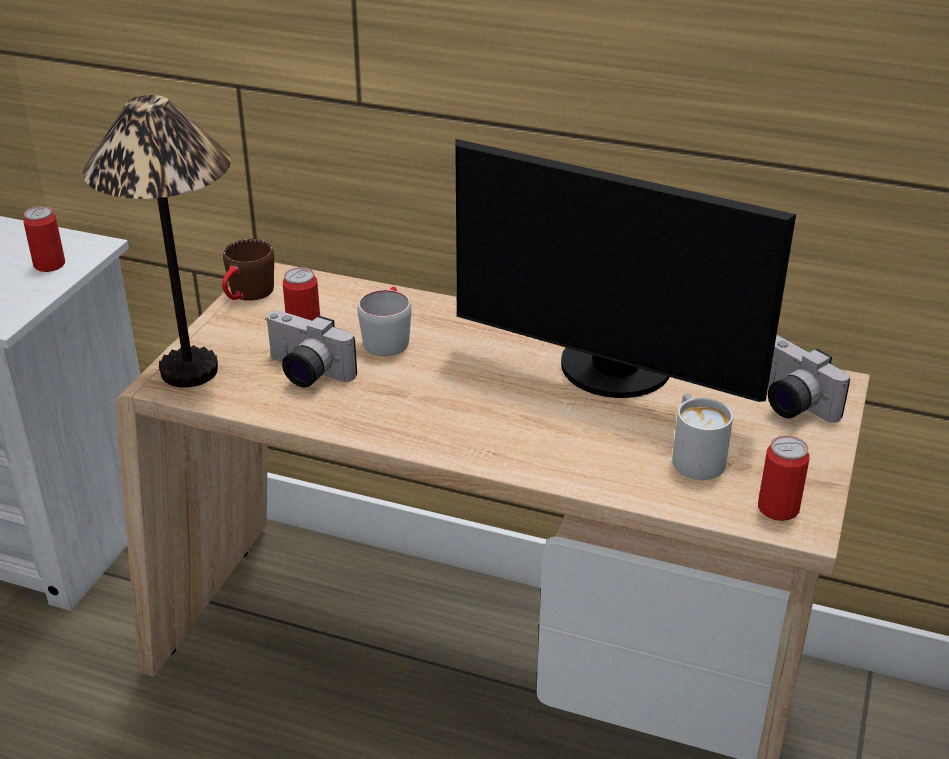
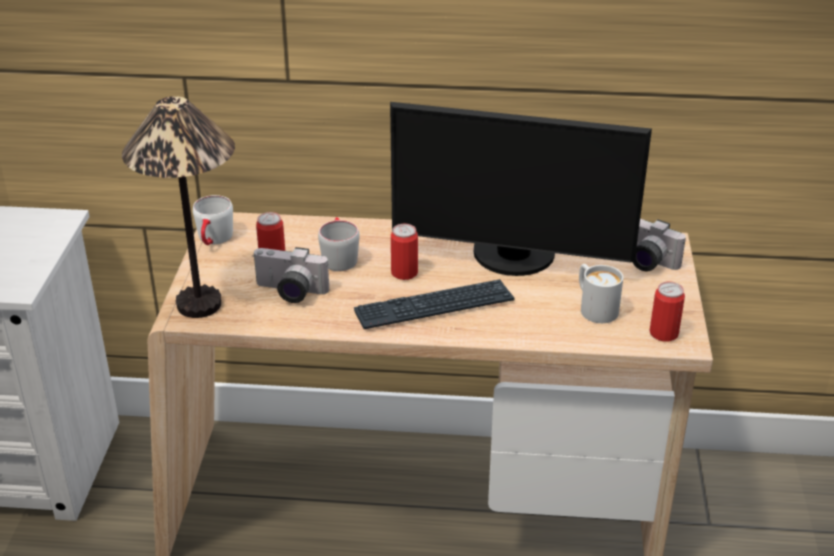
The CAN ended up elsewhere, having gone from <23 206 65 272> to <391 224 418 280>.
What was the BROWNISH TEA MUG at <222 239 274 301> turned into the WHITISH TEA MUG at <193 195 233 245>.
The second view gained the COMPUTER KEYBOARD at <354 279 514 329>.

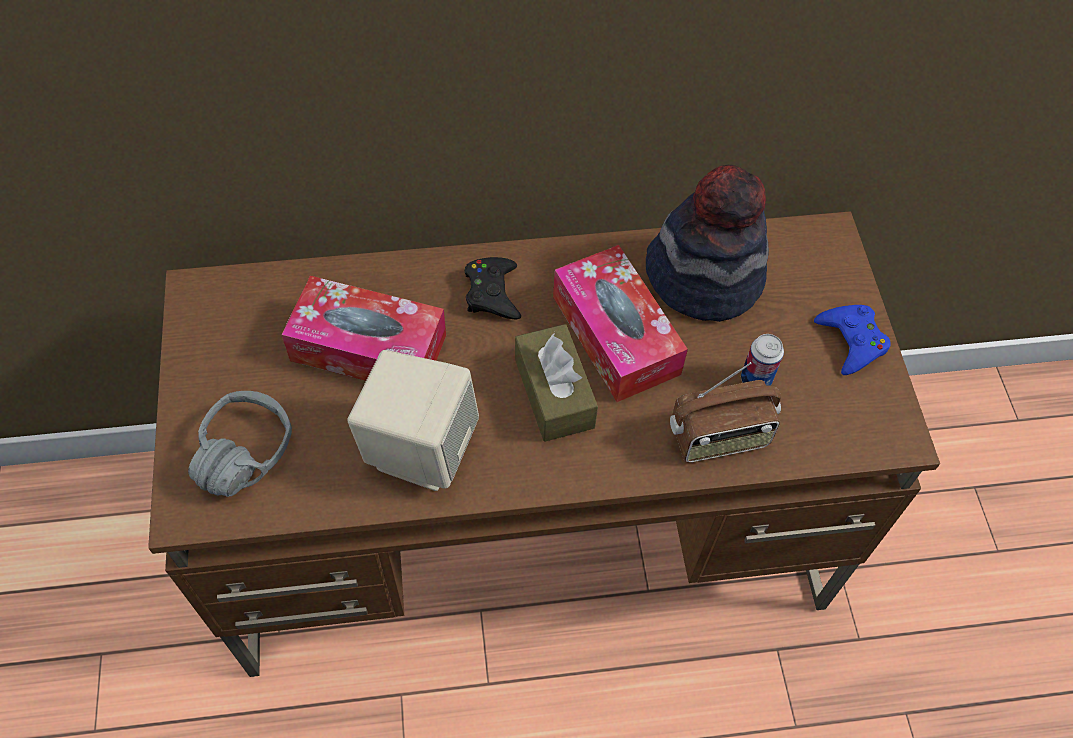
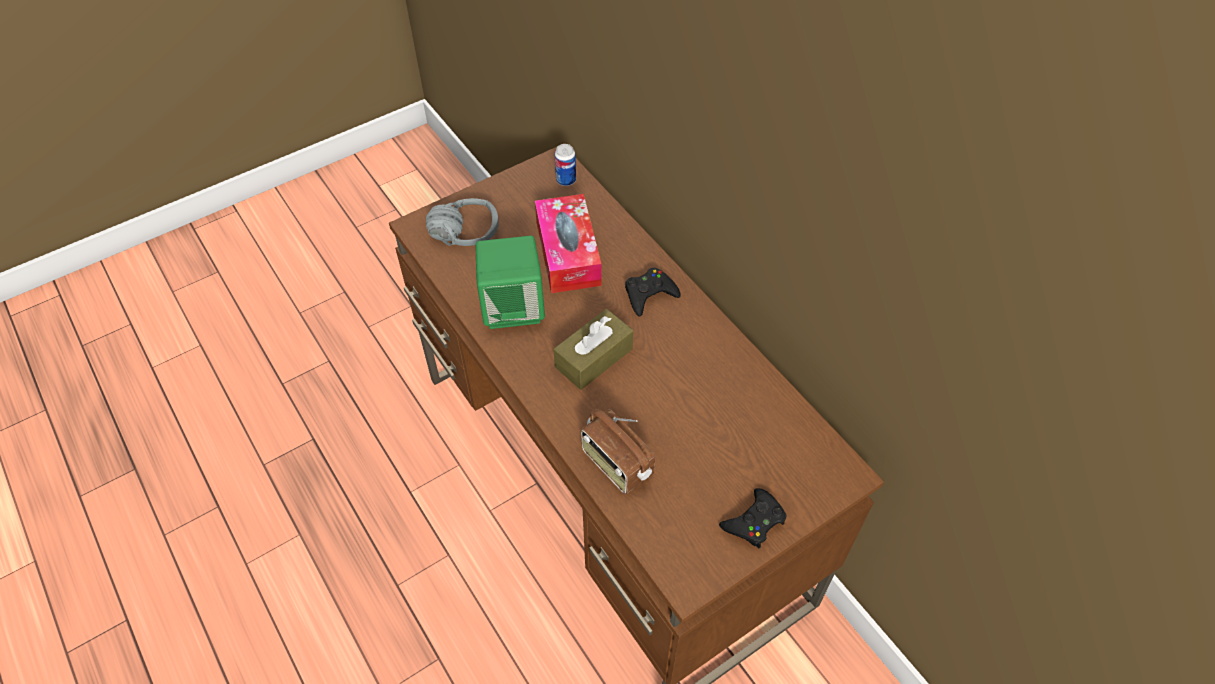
The second view lost the CLOTHING HAT at <646 165 769 322>.
The second view lost the BOX OF TISSUES at <553 245 688 402>.
What was the BLUE JOYPAD at <814 305 891 375> turned into the BLACKISH JOYPAD at <719 488 787 549>.
The CAN ended up elsewhere, having gone from <741 334 784 386> to <554 144 576 186>.
What was the BEIGE LOUDSPEAKER at <347 350 479 491> turned into the GREENISH LOUDSPEAKER at <475 236 545 329>.

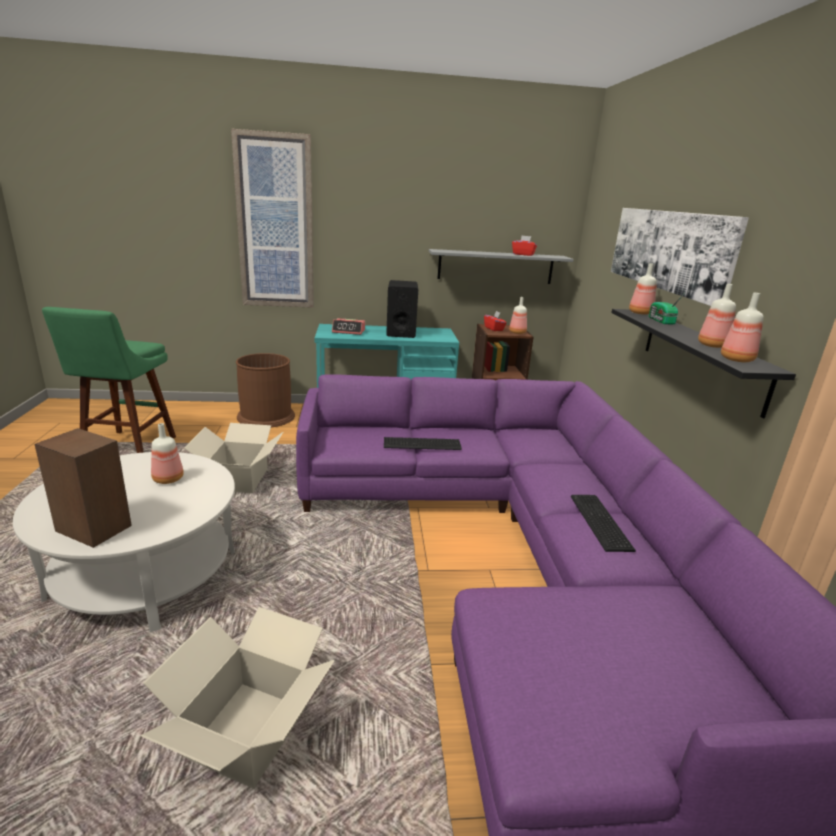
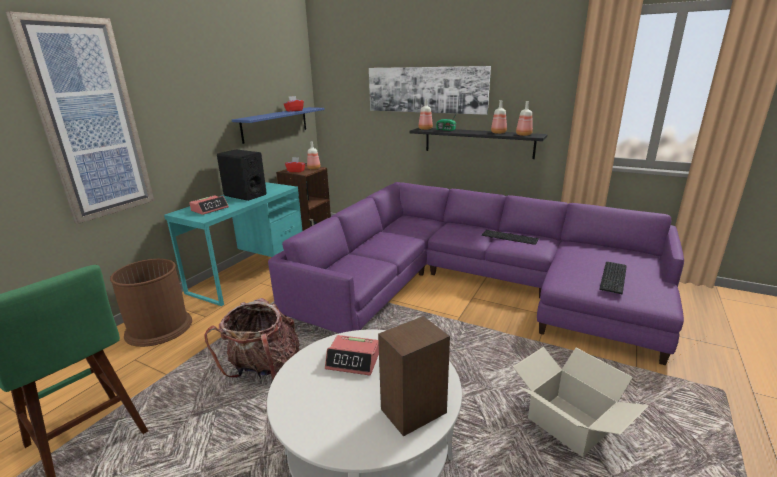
What was the GREYISH SHELF at <429 249 574 284> turned into the BLUE SHELF at <232 107 325 144>.
Where the DRINK BOTTLE stood at <151 423 184 484>, the BEDSIDE CLOCK came to stand at <325 335 379 375>.
Where the CARDBOARD BOX stood at <184 423 283 493>, the KNAPSACK came to stand at <204 298 300 379>.
The COMPUTER KEYBOARD ended up elsewhere, having gone from <384 437 462 450> to <599 262 627 294>.

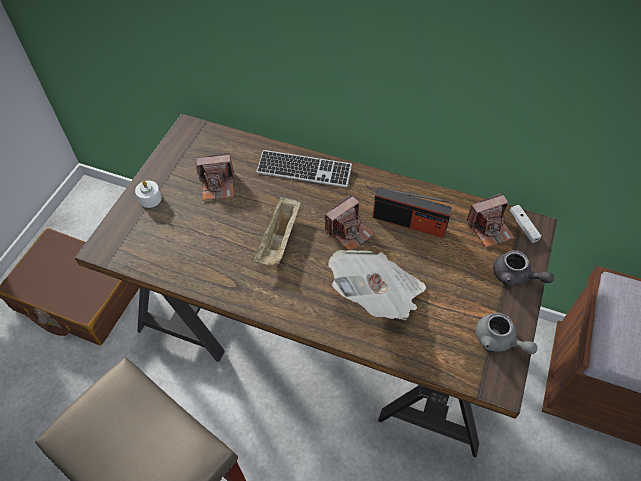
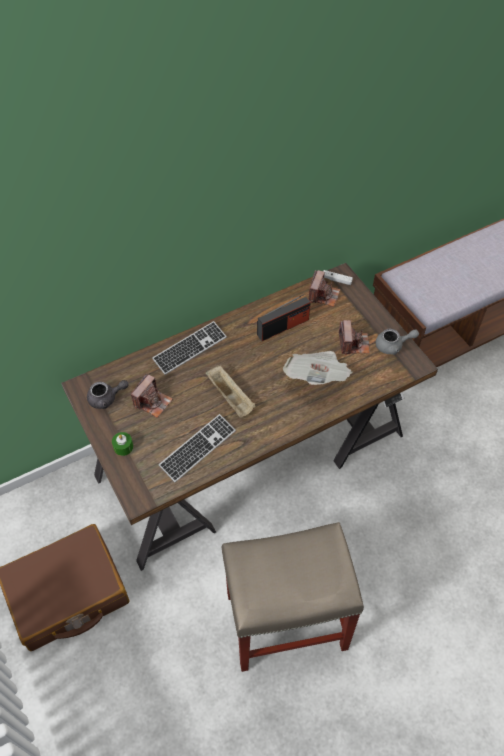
What was the WHITISH CANDLE at <135 181 162 208> turned into the GREENISH CANDLE at <112 432 133 456>.
The STILL CAMERA ended up elsewhere, having gone from <325 195 374 250> to <339 320 370 355>.
The GREYISH TEA POT ended up elsewhere, having gone from <493 250 554 286> to <87 380 129 409>.
The second view gained the COMPUTER KEYBOARD at <158 414 236 482>.

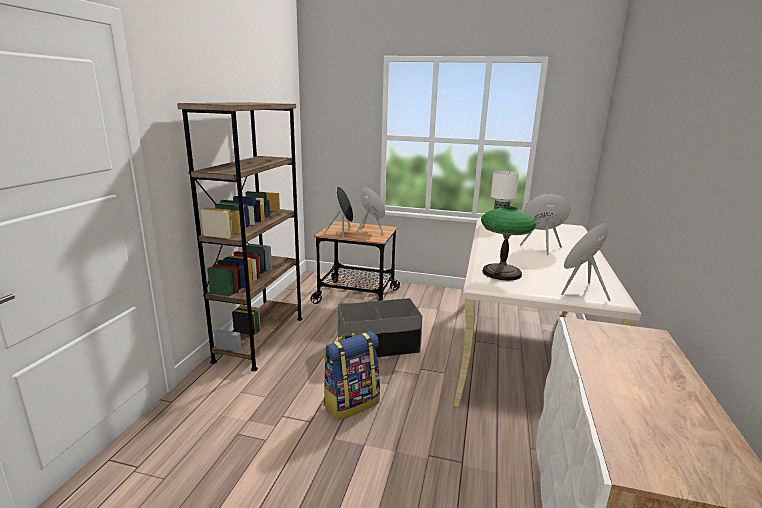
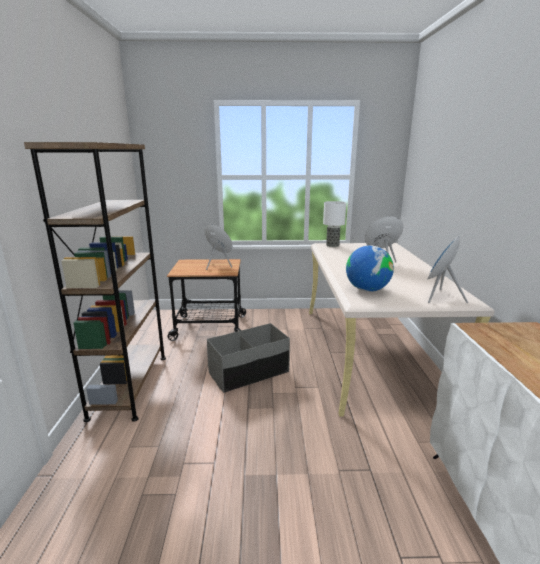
The second view lost the BLACKISH LOUDSPEAKER at <325 187 353 237>.
Where the LAMP FOR A TABLE stood at <481 206 537 280>, the GLOBE came to stand at <346 245 394 292>.
The second view lost the KNAPSACK at <324 331 380 420>.

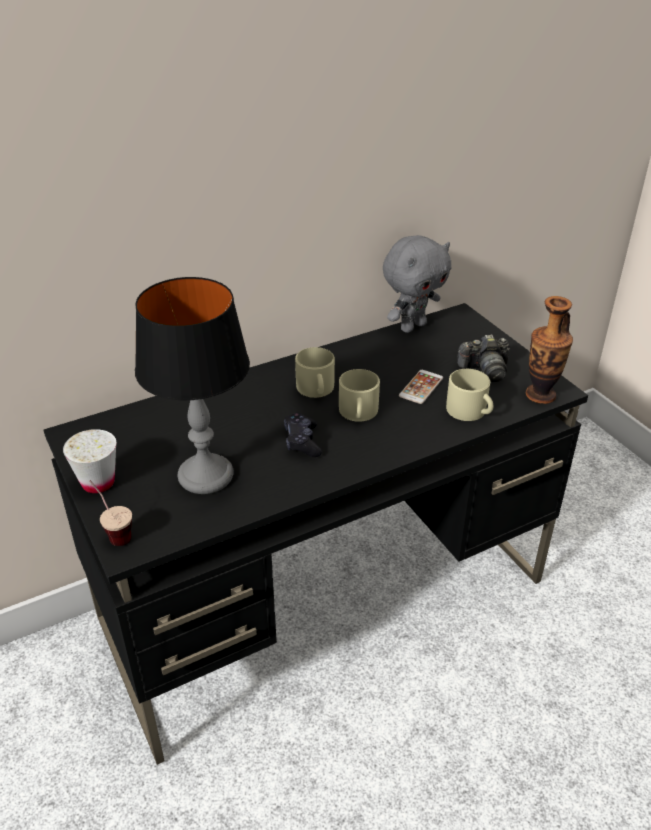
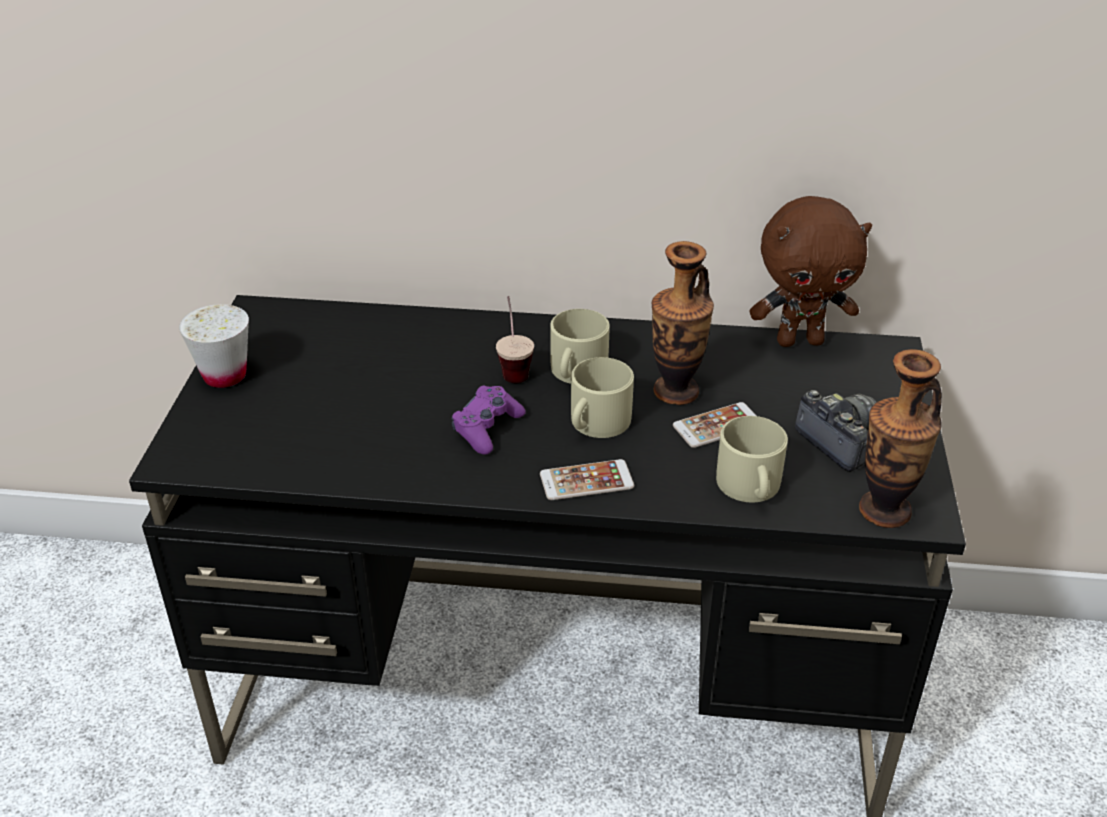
What was the GREYISH SOFT TOY at <383 235 451 333> turned into the BROWNISH SOFT TOY at <750 196 872 347>.
The second view lost the LAMP FOR A TABLE at <135 277 250 494>.
The STILL CAMERA at <457 334 510 382> ended up facing another way, 150 degrees counterclockwise from before.
What was the BLACKISH JOYPAD at <284 413 322 457> turned into the PURPLE JOYPAD at <451 386 526 455>.
The CUP ended up elsewhere, having gone from <90 480 132 546> to <496 296 534 383>.
The second view gained the VASE at <652 241 714 405>.
The second view gained the PHONE at <540 459 634 500>.

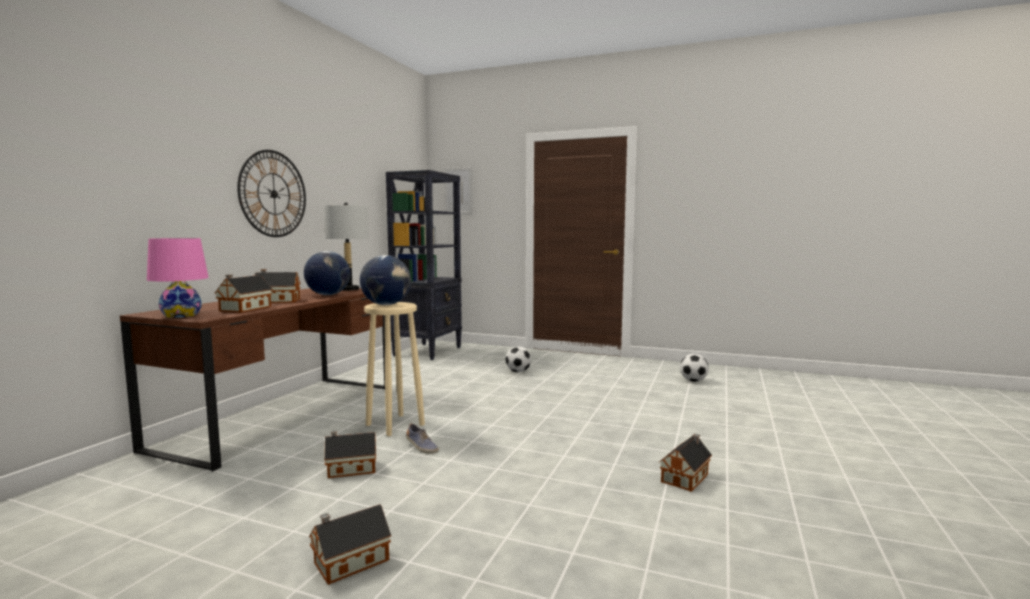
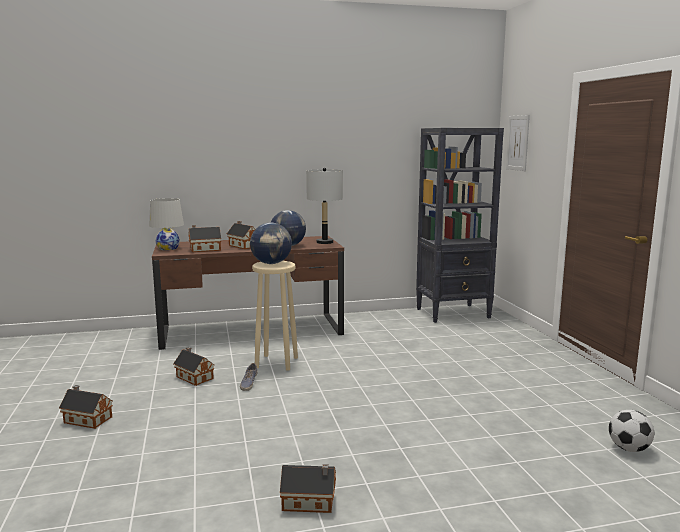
The second view lost the HANGING CLOCK at <237 150 306 237>.
What was the PINK LAMP FOR A TABLE at <147 238 209 318> turned into the WHITISH LAMP FOR A TABLE at <149 198 184 250>.
The second view lost the FOOTBALL at <505 346 531 372>.

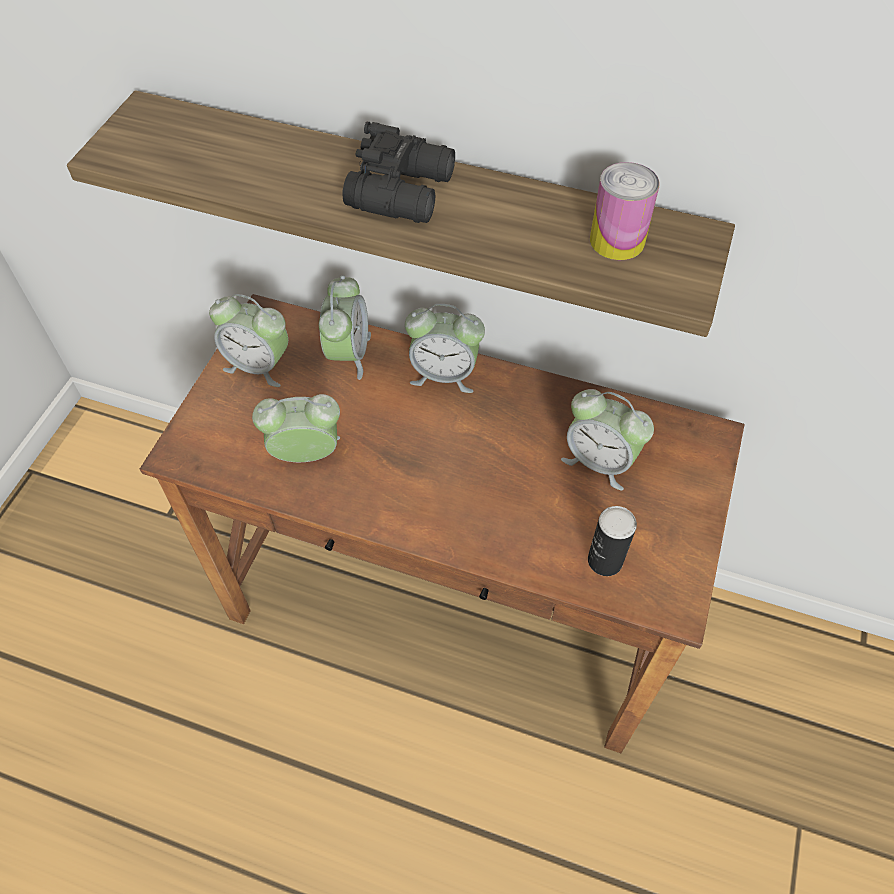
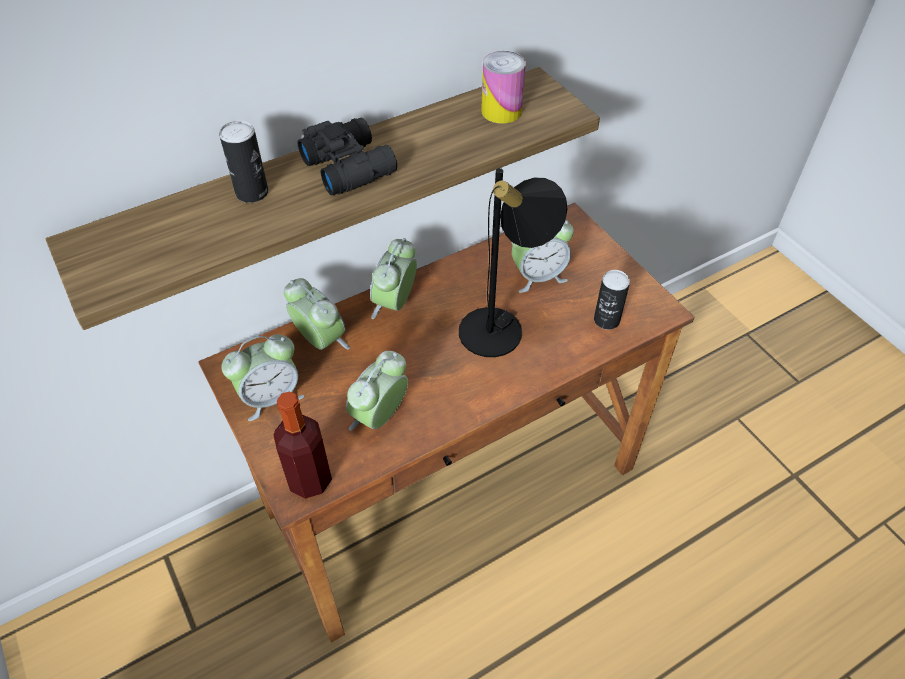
The BEDSIDE CLOCK at <405 304 485 393> ended up facing another way, 150 degrees clockwise from before.
The second view gained the CAN at <219 120 268 203>.
The second view gained the BLACKISH LAMP FOR A TABLE at <459 168 568 357>.
The second view gained the DRINK BOTTLE at <273 391 332 499>.

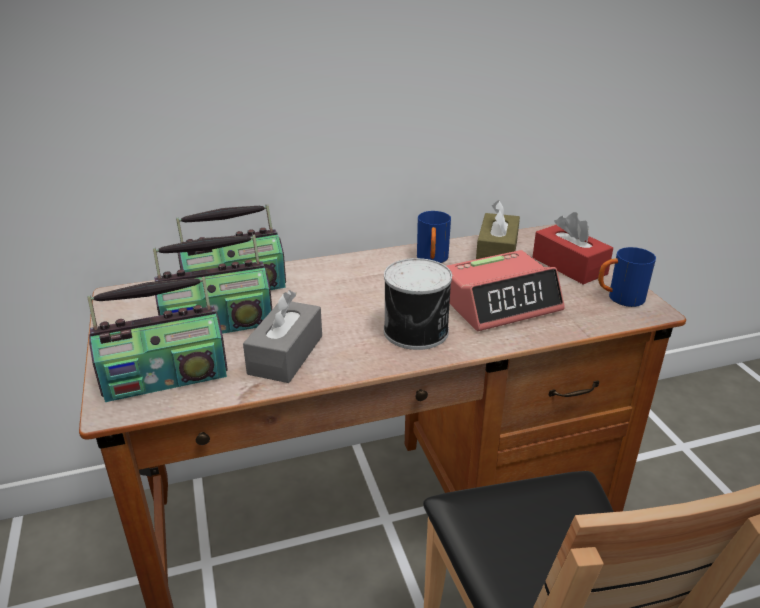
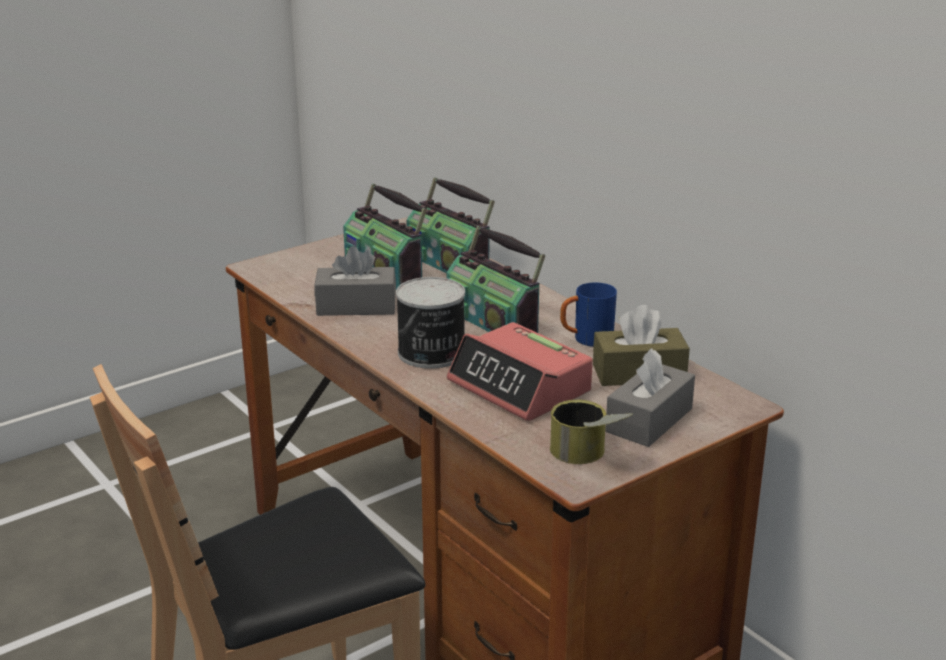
What was the RED-COLOURED BOX OF TISSUES at <533 212 613 284> turned into the GREYISH BOX OF TISSUES at <605 348 695 447>.
Where the BLUE TEA MUG stood at <598 247 656 307>, the CAN came to stand at <550 400 633 464>.
The RADIO SET ended up elsewhere, having gone from <87 277 228 402> to <446 226 545 333>.

